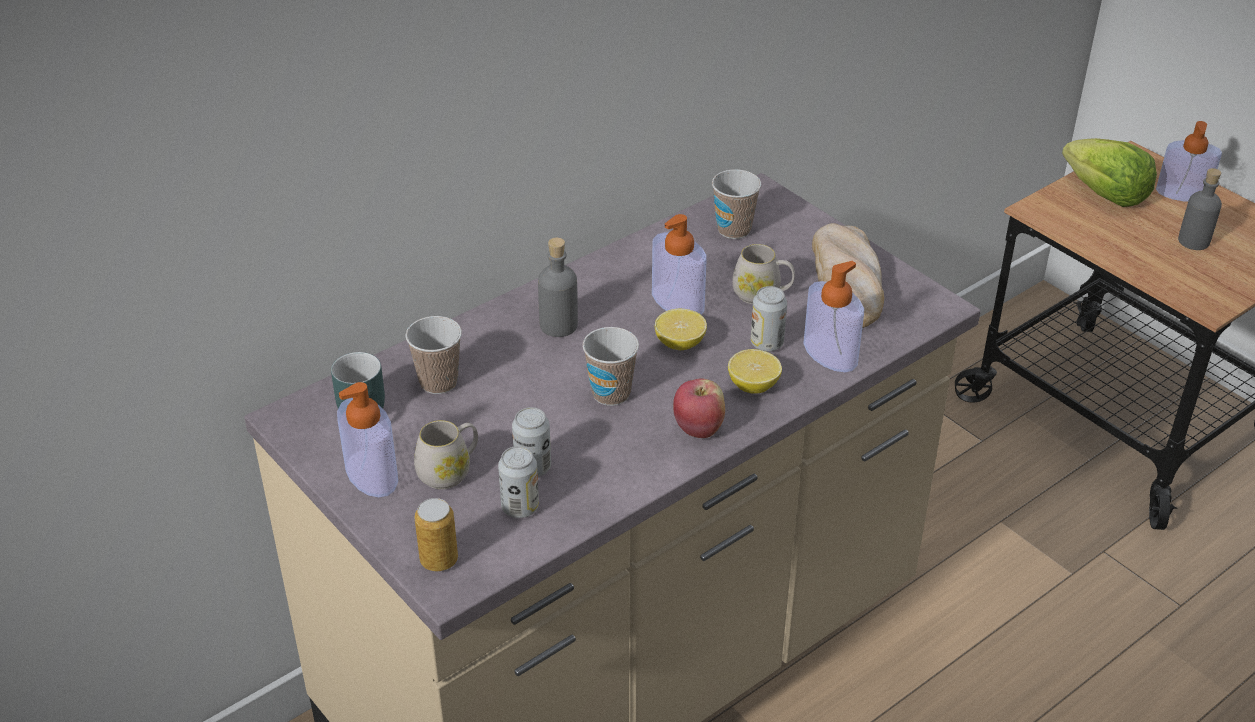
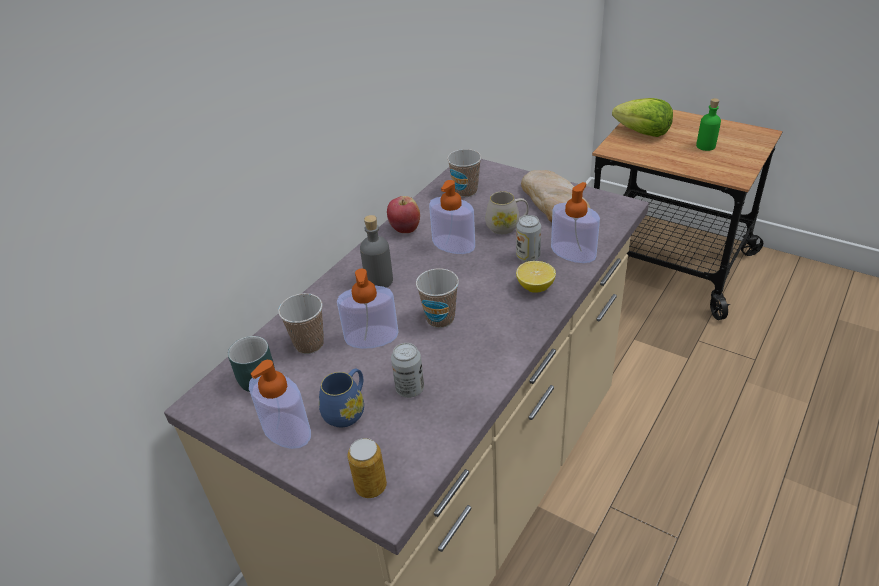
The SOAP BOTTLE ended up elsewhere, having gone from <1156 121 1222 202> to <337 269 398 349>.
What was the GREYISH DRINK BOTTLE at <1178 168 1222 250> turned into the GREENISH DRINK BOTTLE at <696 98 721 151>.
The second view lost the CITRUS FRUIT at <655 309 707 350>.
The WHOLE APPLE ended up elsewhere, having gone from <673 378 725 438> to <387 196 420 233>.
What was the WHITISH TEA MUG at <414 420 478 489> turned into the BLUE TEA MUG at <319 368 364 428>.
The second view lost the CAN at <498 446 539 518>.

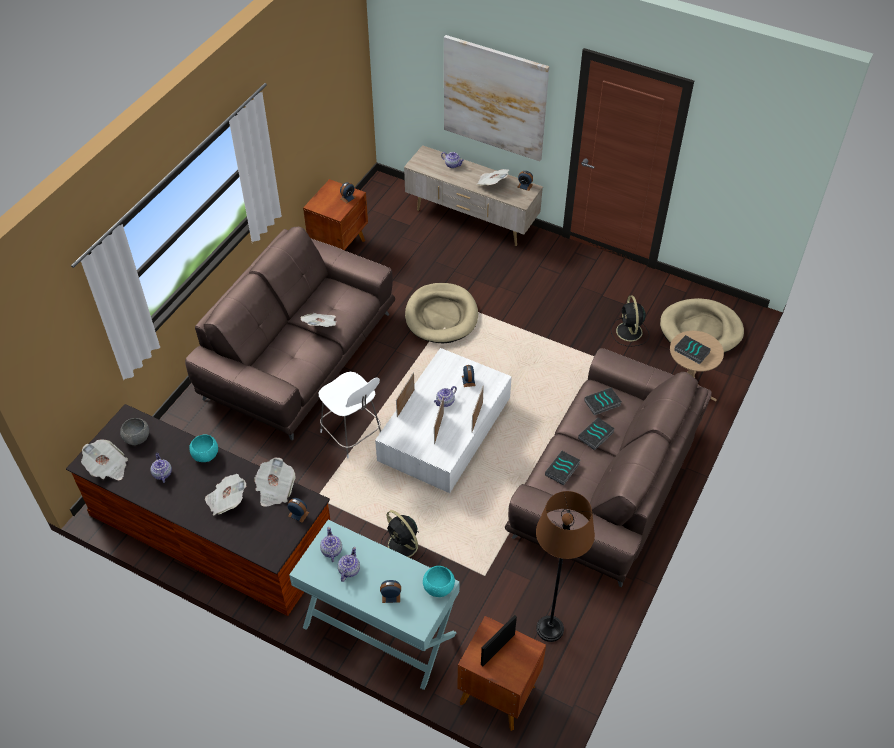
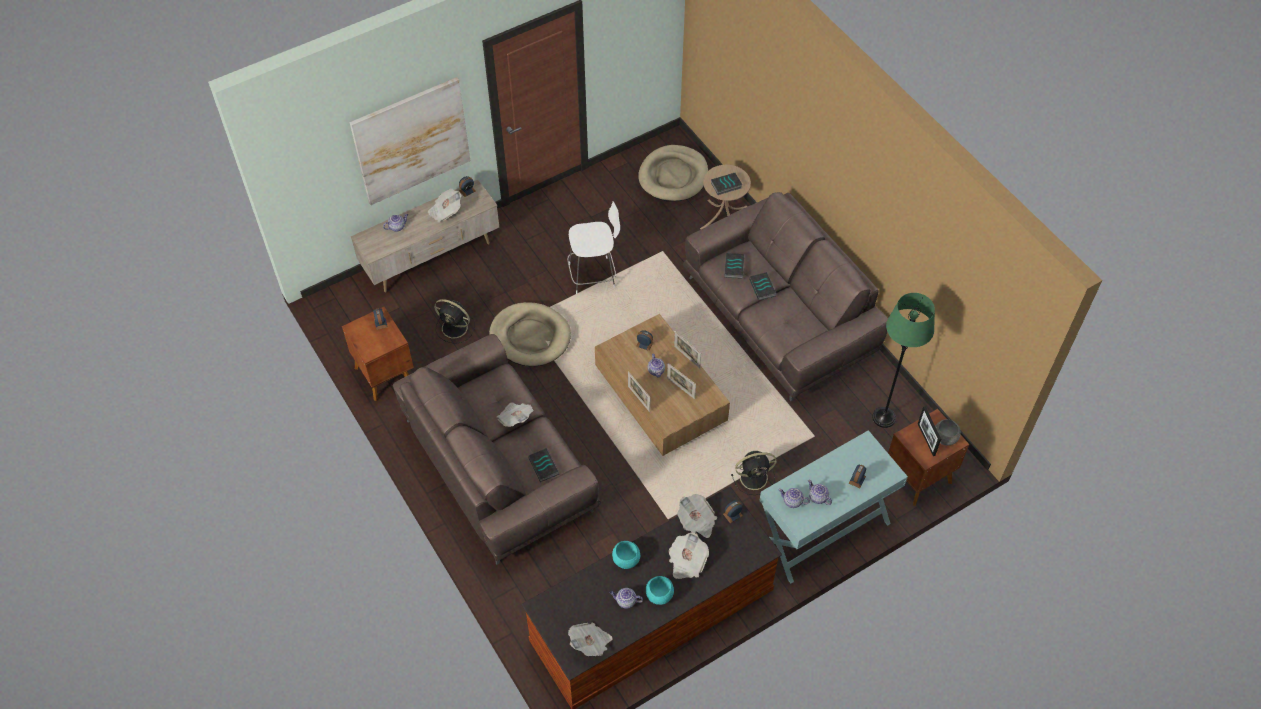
The BLACKISH ELECTRIC FAN ended up elsewhere, having gone from <611 296 649 346> to <434 299 475 344>.
What was the WHITISH LOUNGE TABLE at <375 348 512 493> turned into the BROWNISH LOUNGE TABLE at <595 314 730 456>.
The WHITISH SITTING STOOL ended up elsewhere, having gone from <319 372 381 458> to <567 201 620 294>.
The GREYISH BOWL ended up elsewhere, having gone from <120 418 149 445> to <935 419 961 445>.
The VOLUME ended up elsewhere, having gone from <545 451 580 486> to <528 448 559 482>.
What was the BROWNISH STANDING LAMP at <536 491 595 642> turned into the GREENISH STANDING LAMP at <872 293 935 428>.
The TURQUOISE BOWL ended up elsewhere, having gone from <423 566 455 597> to <646 576 674 605>.

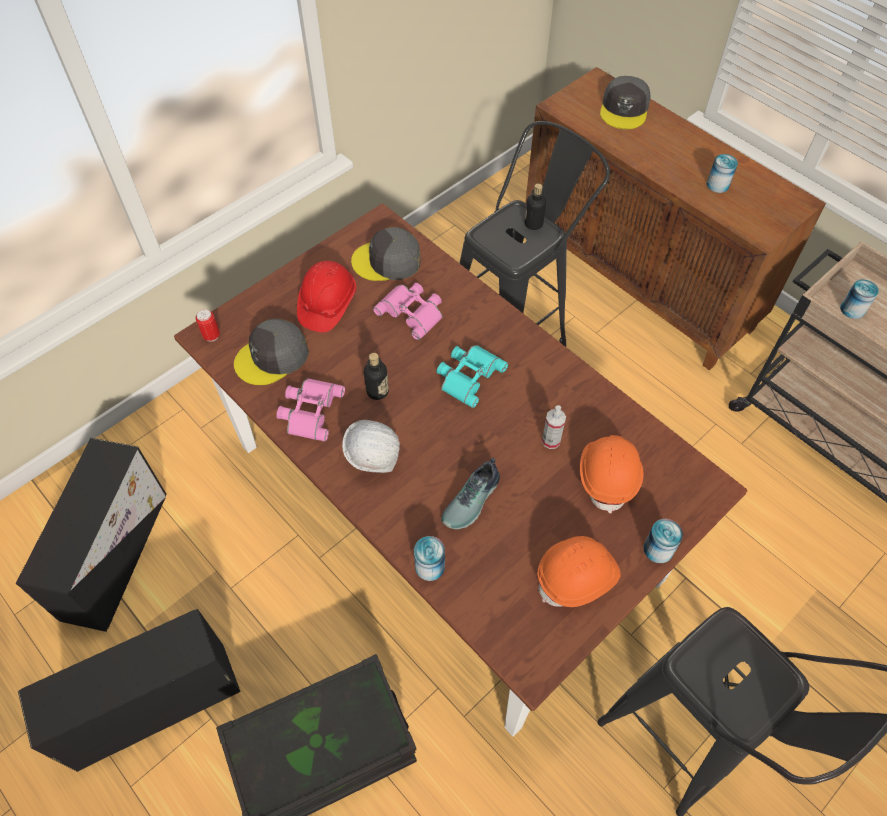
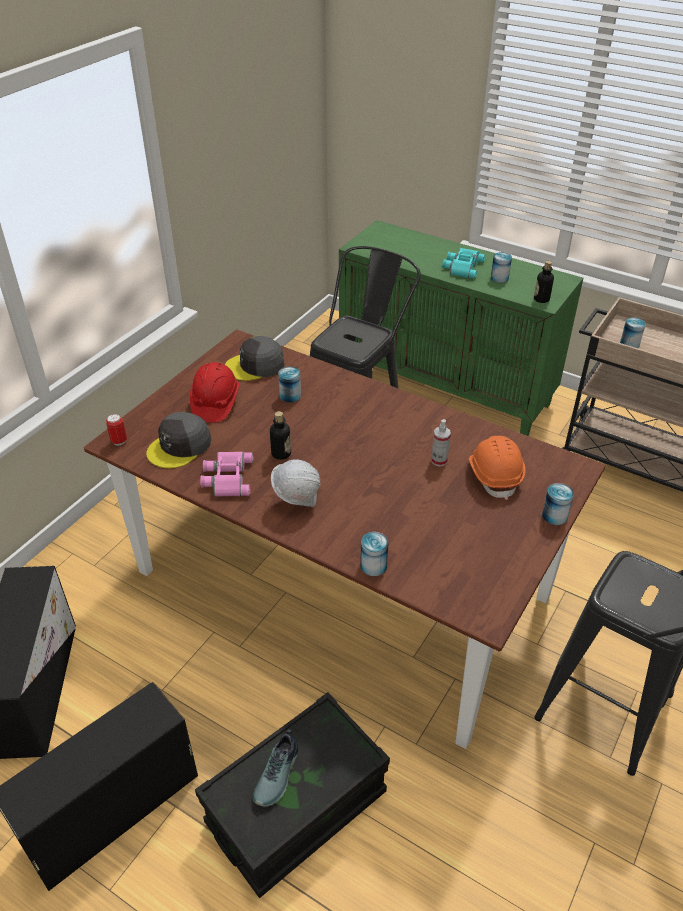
What was the BROWNISH STORAGE CABINET at <525 67 826 371> turned into the GREENISH STORAGE CABINET at <339 220 583 436>.
The second view lost the GREYISH CAP at <600 76 651 129>.
The DRINK BOTTLE ended up elsewhere, having gone from <525 183 546 230> to <534 261 554 303>.
Where the PINK PAIR OF BINOCULARS stood at <373 283 443 340>, the CAN came to stand at <278 367 301 403>.
The TURQUOISE PAIR OF BINOCULARS ended up elsewhere, having gone from <437 345 508 408> to <442 248 485 279>.
The LOW SHOE ended up elsewhere, having gone from <441 457 500 529> to <253 729 298 807>.
The second view lost the ORANGEY WORK HELMET at <538 536 621 607>.

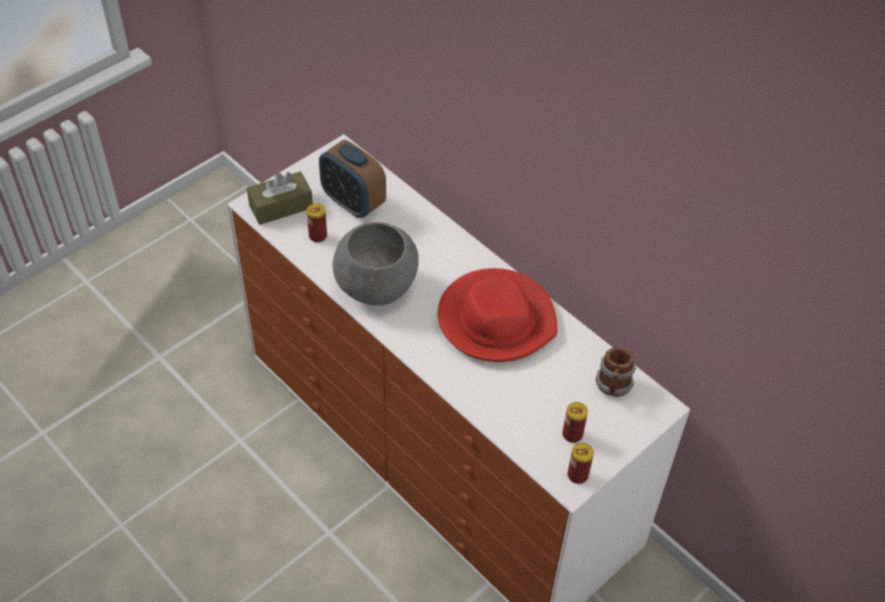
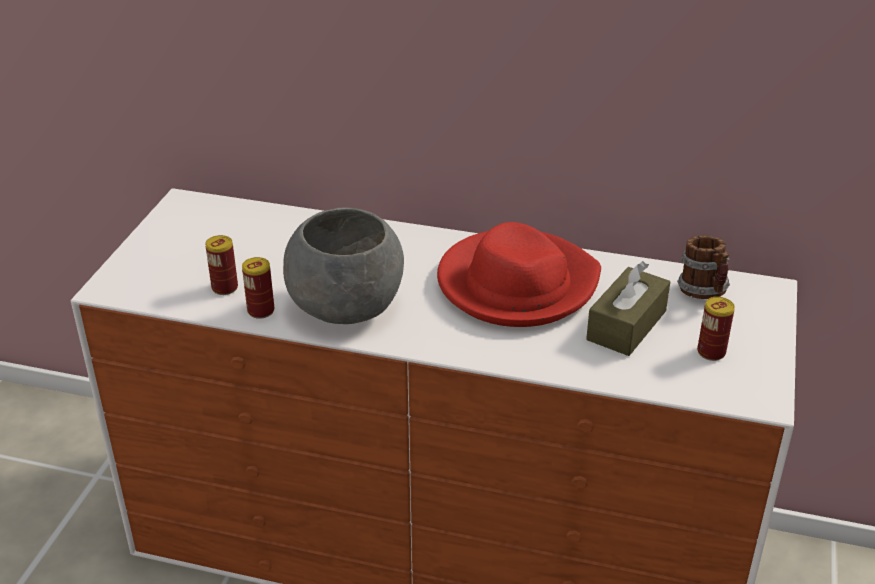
The second view lost the BEDSIDE CLOCK at <319 140 386 218>.
The BROWNISH BOX OF TISSUES ended up elsewhere, having gone from <247 171 313 225> to <586 261 670 356>.
The CAN ended up elsewhere, having gone from <567 443 594 484> to <242 257 274 319>.

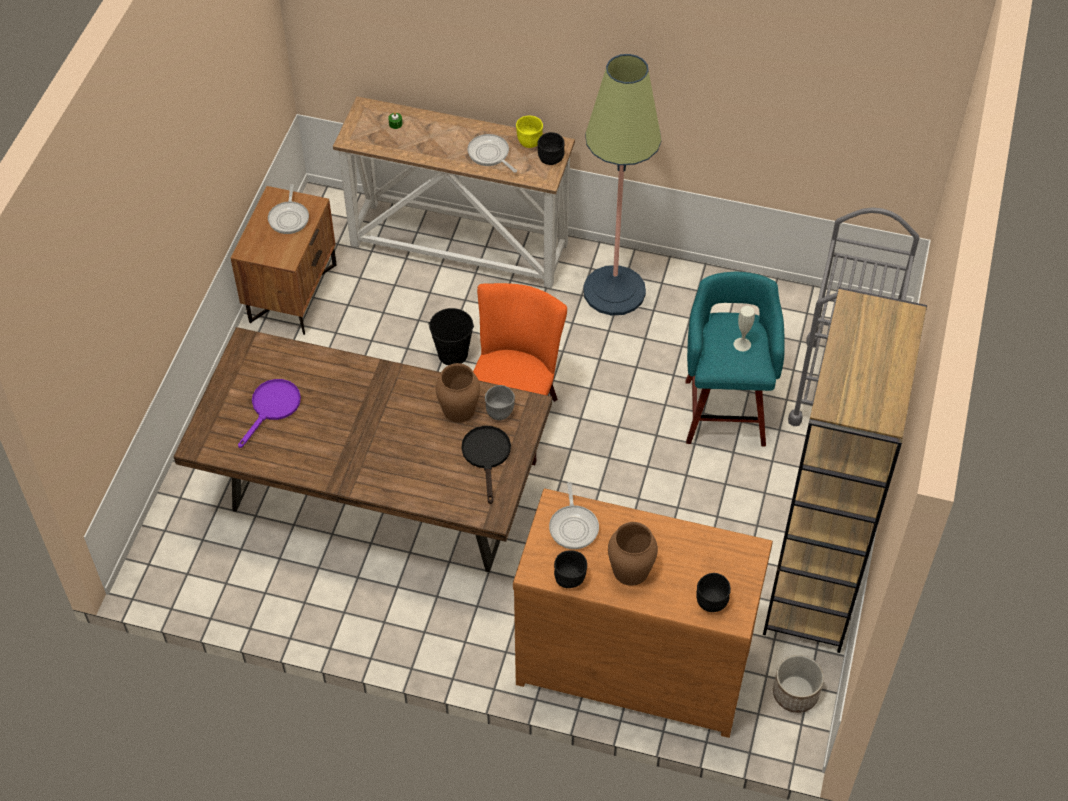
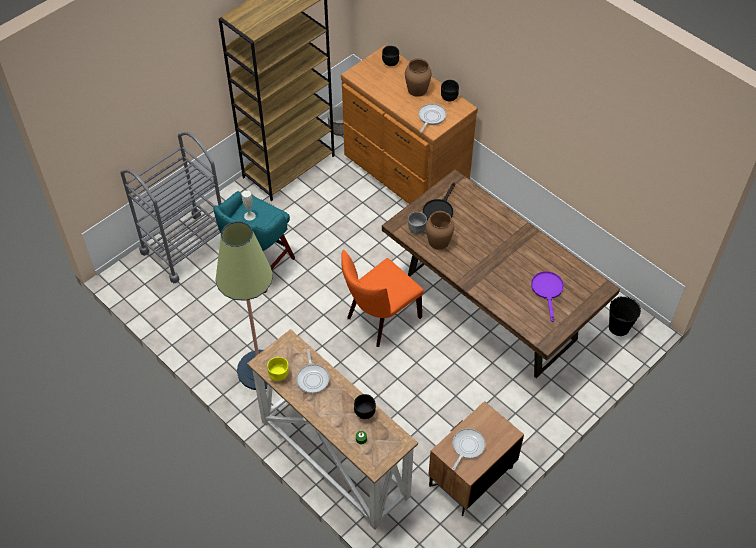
The BLACKISH BOWL ended up elsewhere, having gone from <537 132 565 165> to <354 394 376 419>.
The BLACKISH BUCKET ended up elsewhere, having gone from <428 308 474 365> to <609 296 641 336>.
The PURPLE PAN at <238 379 301 448> ended up facing another way, 120 degrees clockwise from before.

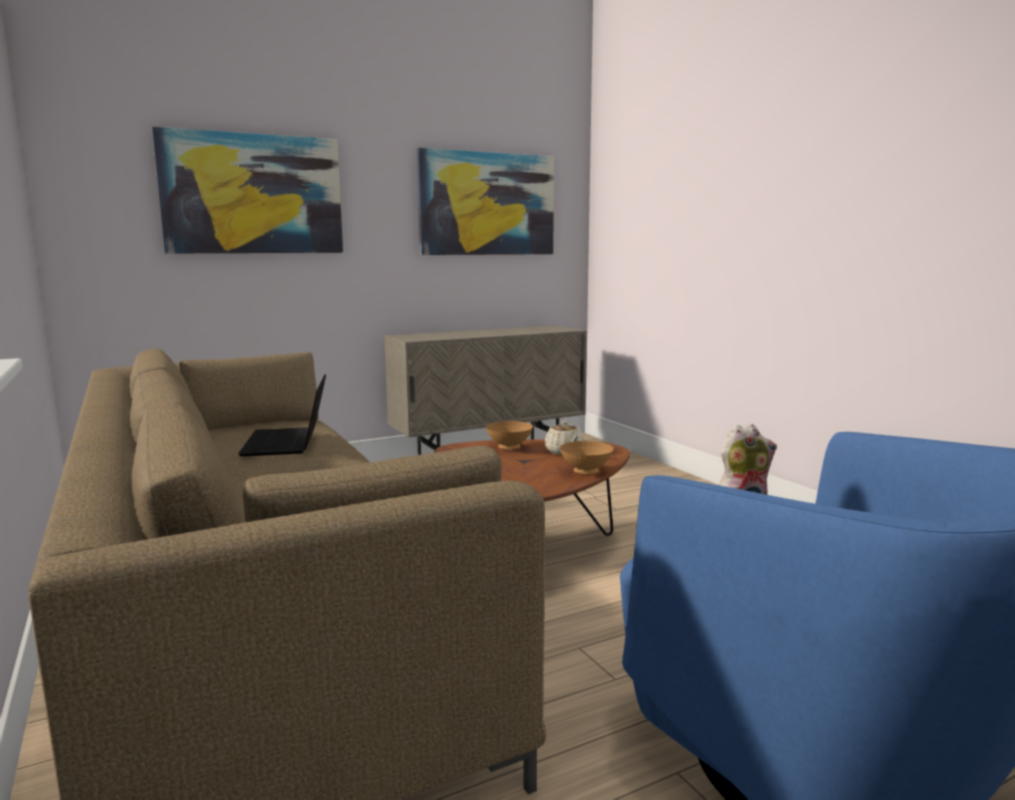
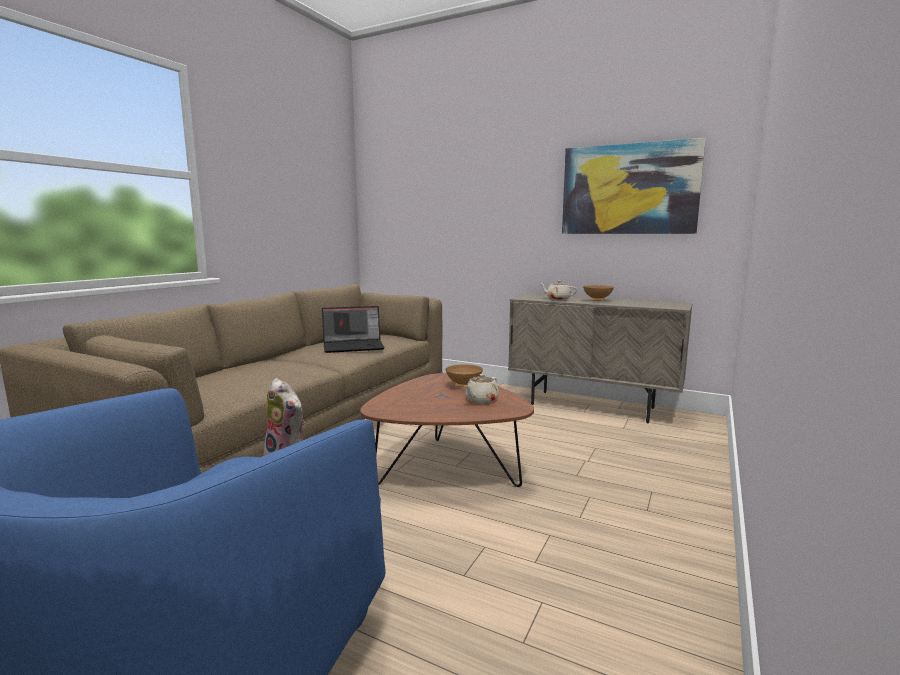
The second view lost the WALL ART at <152 127 343 254>.
The LAPTOP at <238 374 326 456> ended up facing another way, 150 degrees counterclockwise from before.
The BROWNISH BOWL ended up elsewhere, having gone from <560 441 614 474> to <583 285 614 301>.
The second view gained the BEIGE TEA POT at <541 280 577 300>.

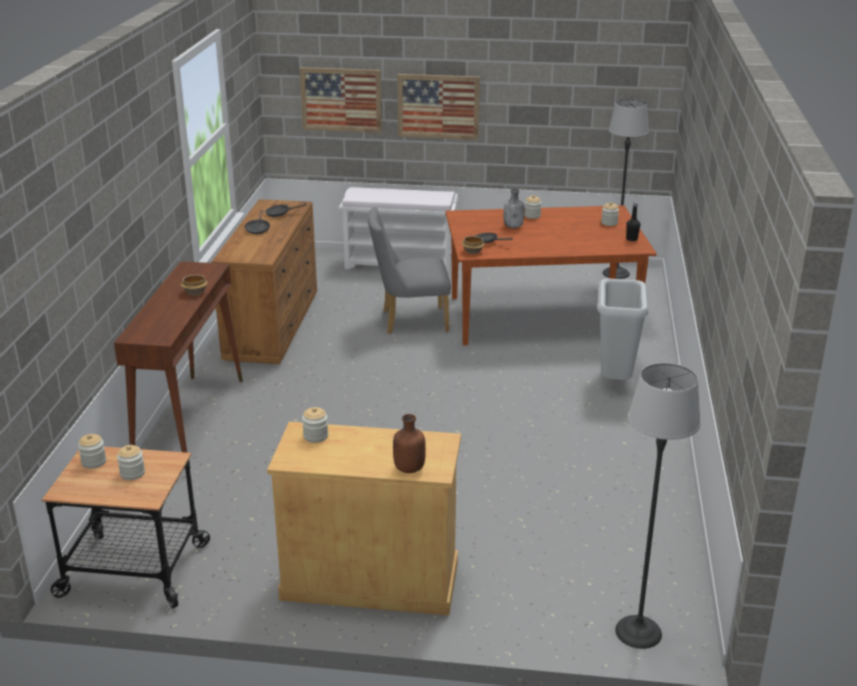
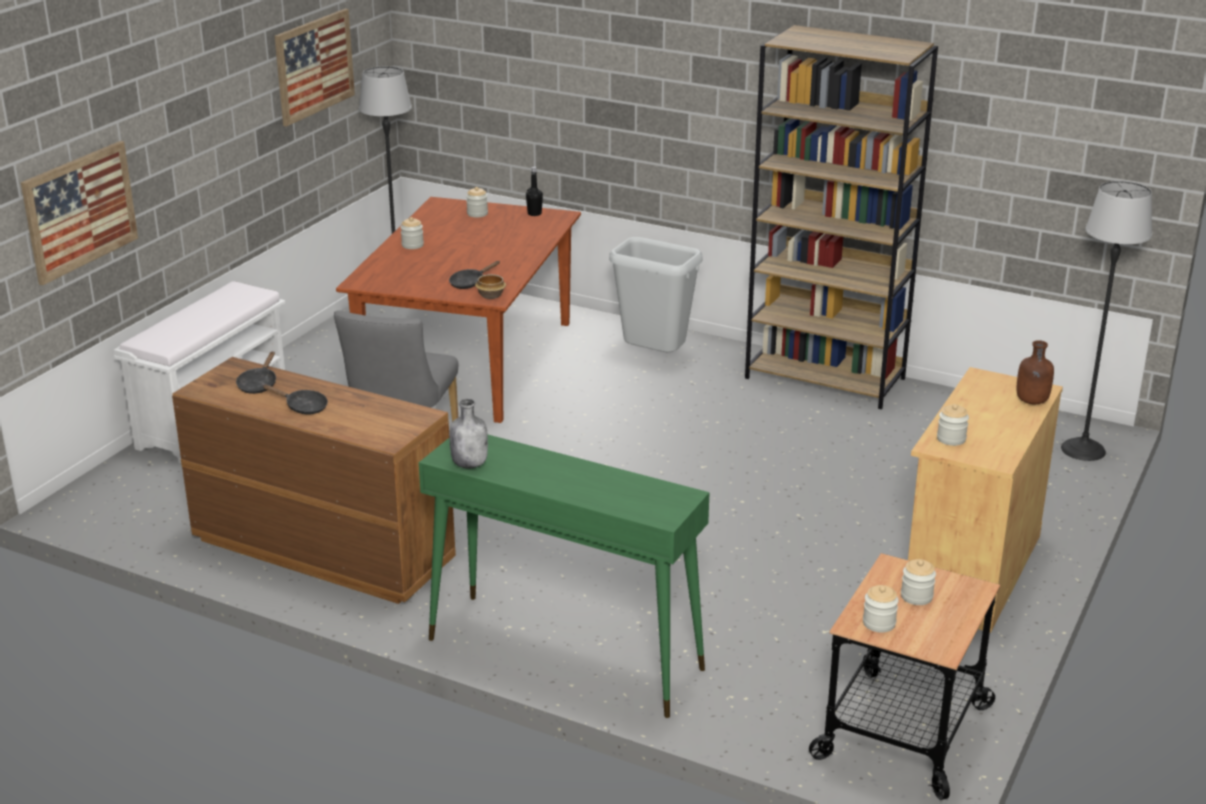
The WALL ART ended up elsewhere, having gone from <397 74 480 140> to <275 9 355 127>.
The GREYISH DRINK BOTTLE ended up elsewhere, having gone from <504 189 524 228> to <449 399 488 468>.
What was the BROWNISH CONSOLE TABLE at <114 261 243 453> turned into the GREENISH CONSOLE TABLE at <419 435 710 718>.
The second view lost the BOWL at <181 275 208 296>.
The second view gained the BROWNISH BOOKCASE at <745 25 938 410>.

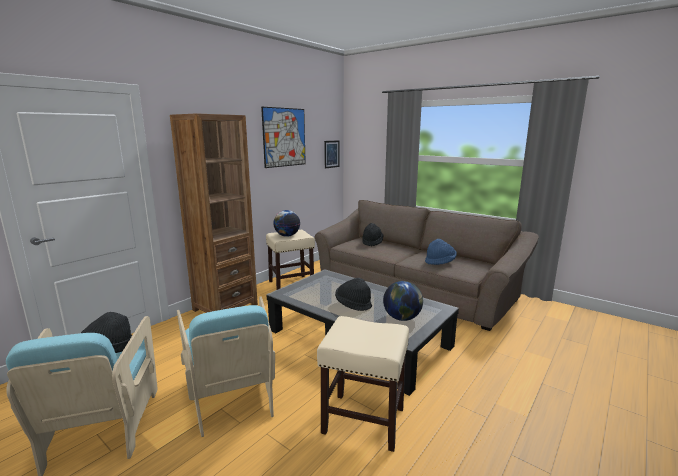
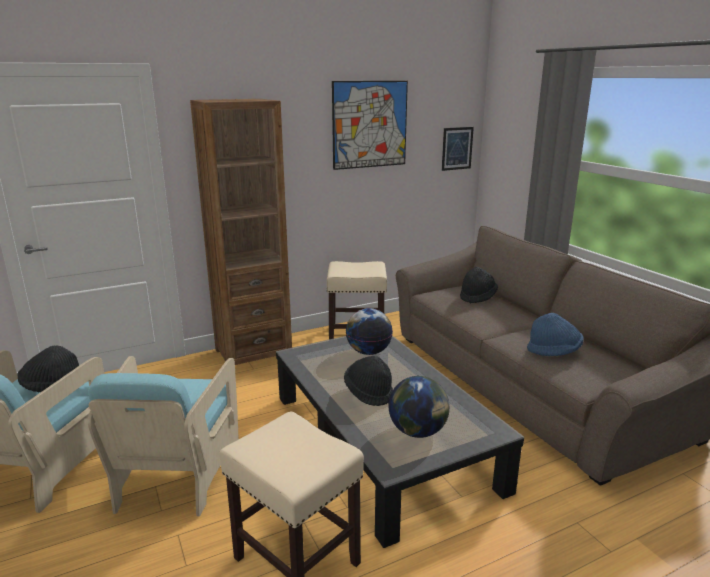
The GLOBE ended up elsewhere, having gone from <273 210 300 237> to <346 308 393 355>.

